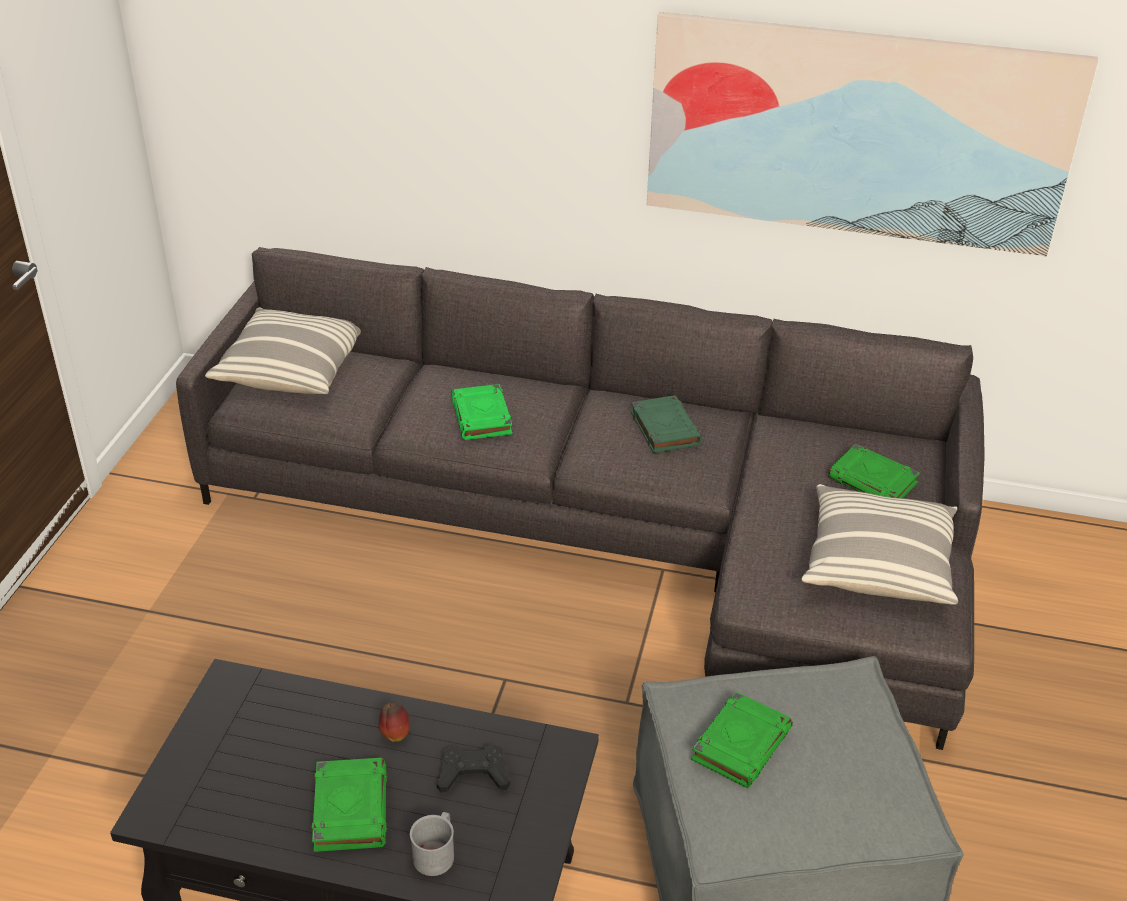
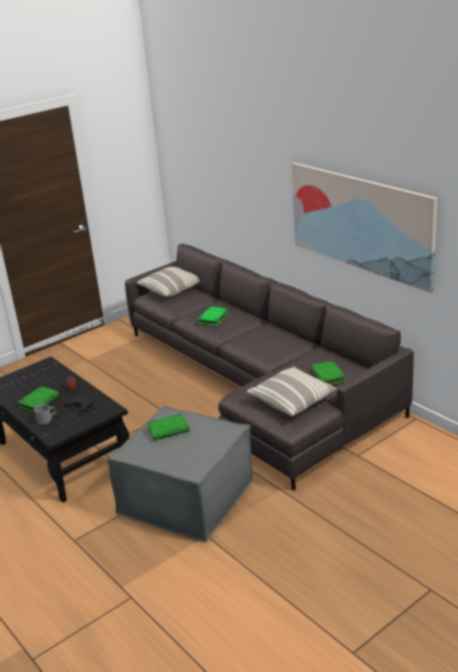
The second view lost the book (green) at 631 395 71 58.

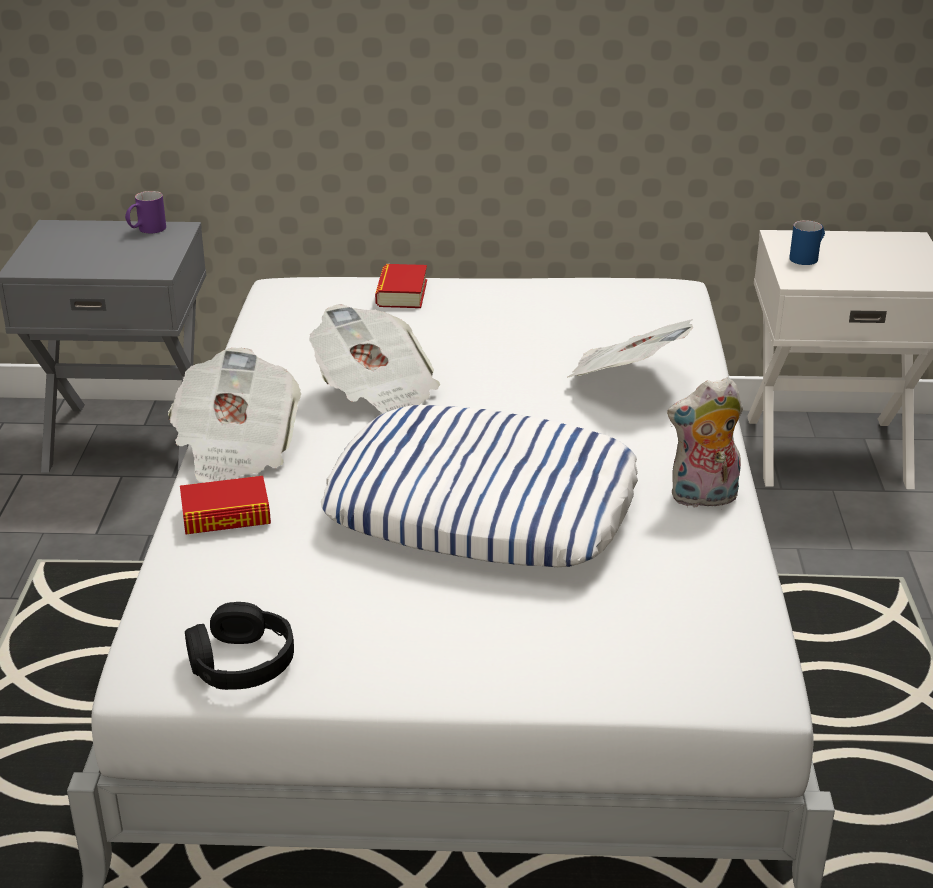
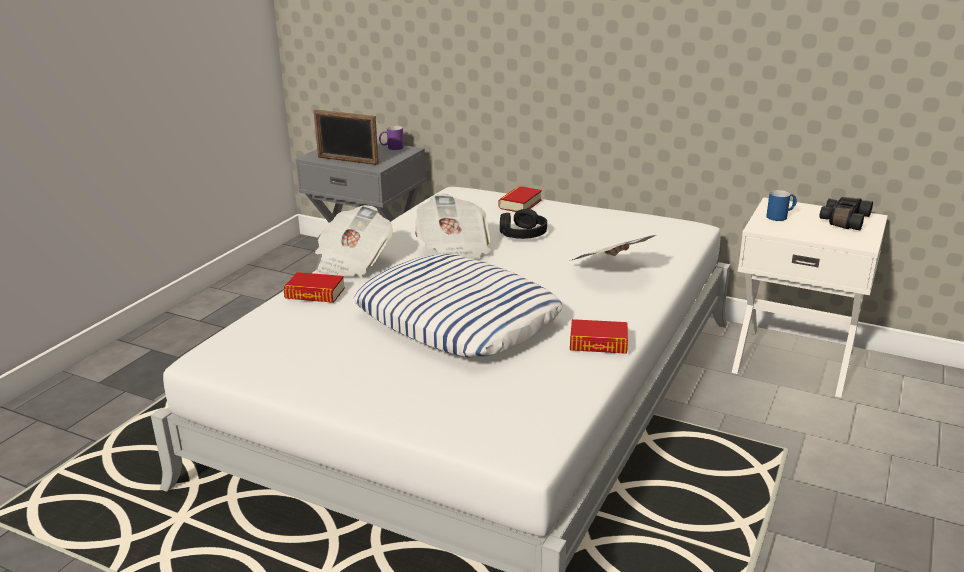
The second view gained the picture frame at 314 110 65 55. The second view gained the binoculars (black) at 819 197 54 33. The headphones (black) ended up elsewhere, having gone from 185 602 109 88 to 500 209 47 30. Where the plush toy stood at 667 377 76 131, the book came to stand at 570 319 58 35.

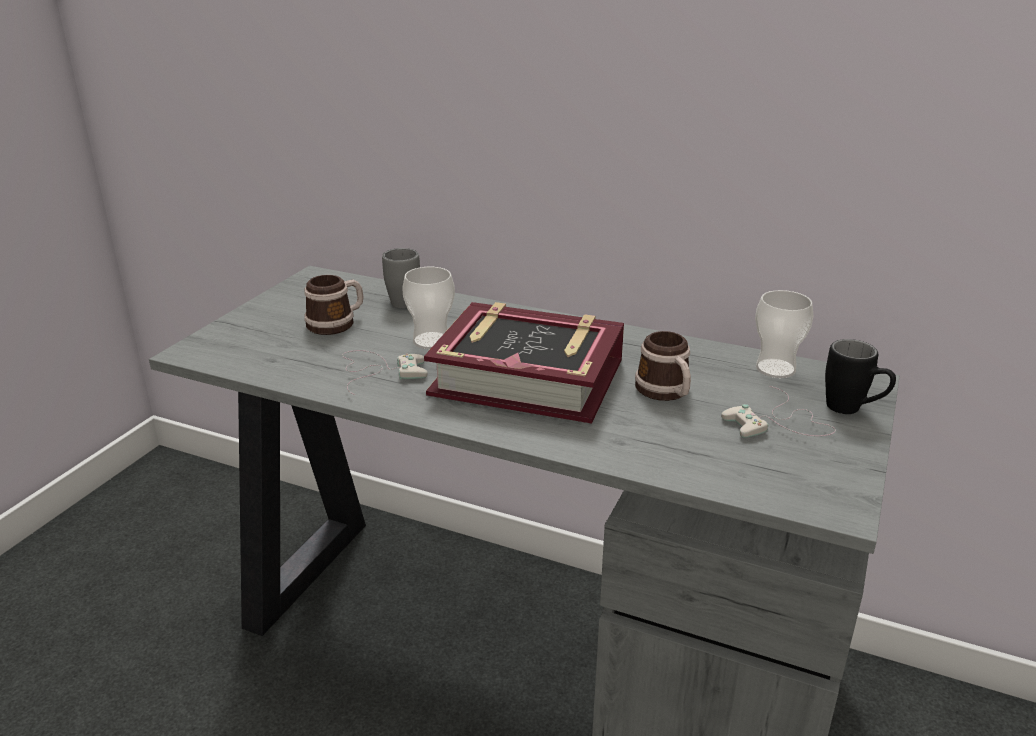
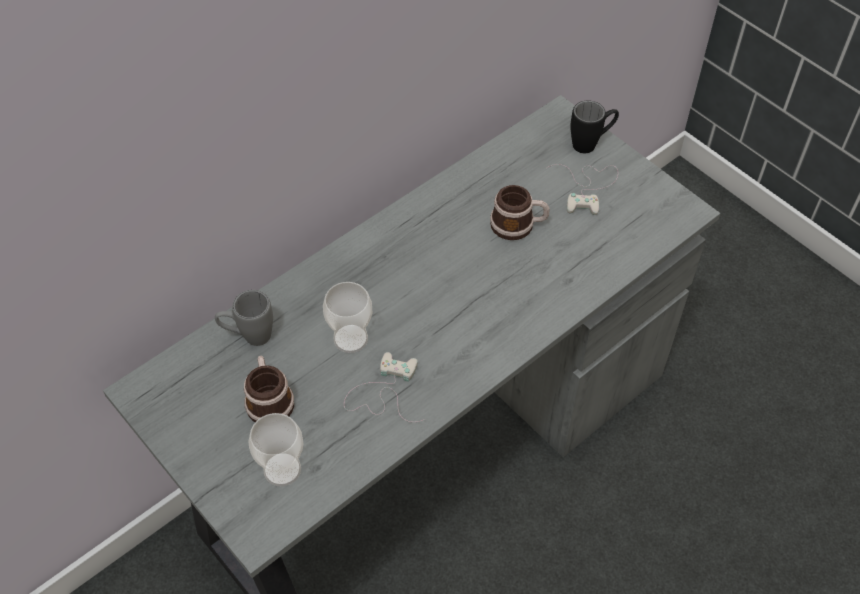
The second view lost the book at 424 302 200 122. The cup ended up elsewhere, having gone from 755 290 58 88 to 248 413 55 73.

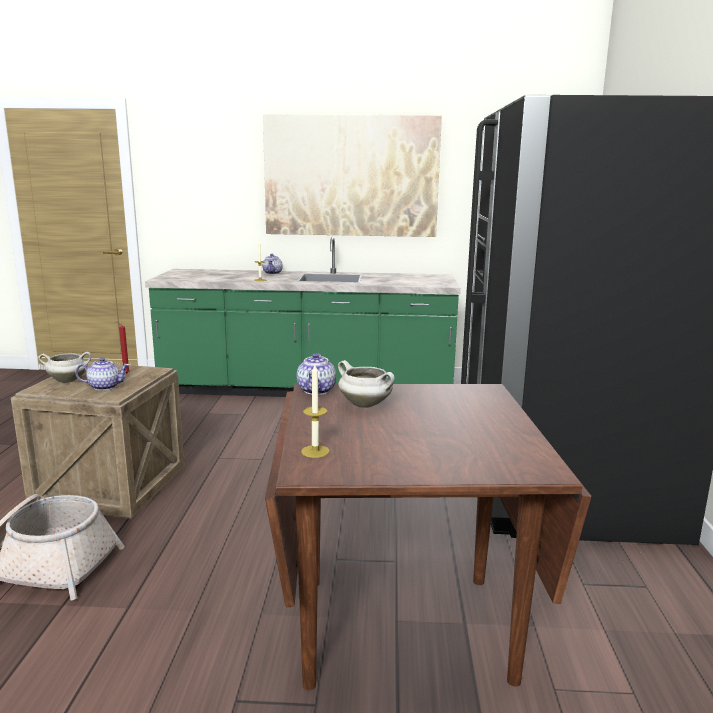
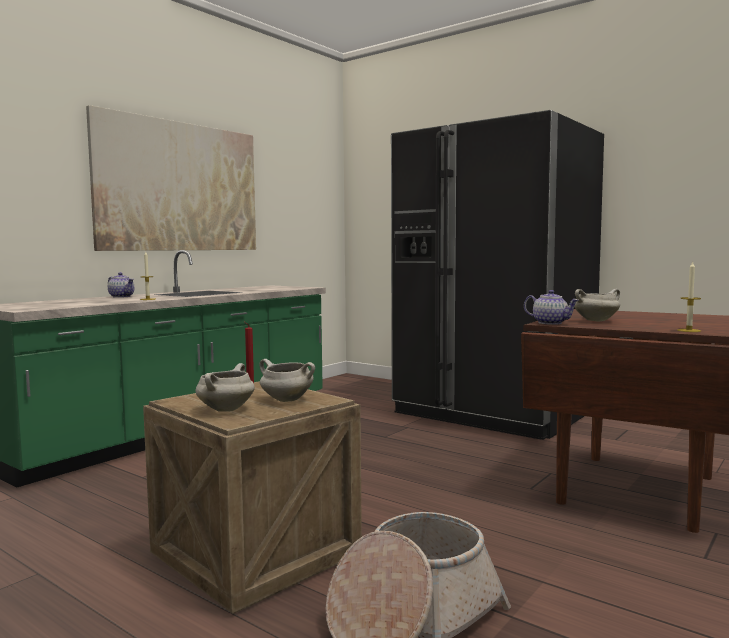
Where the teapot stood at 75 358 54 33, the cooking pot (white) came to stand at 260 359 55 43.

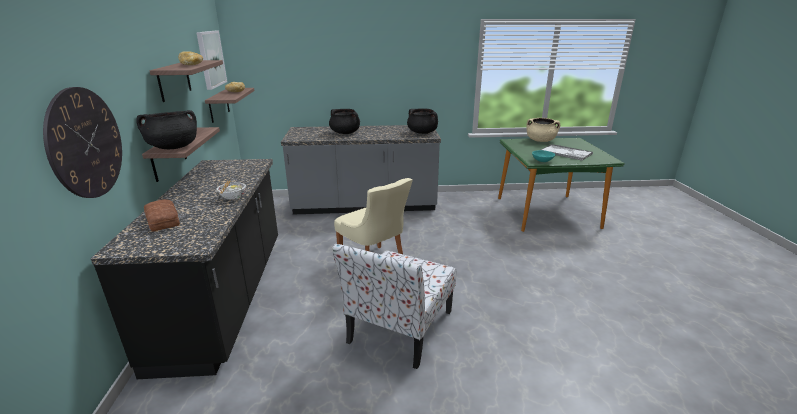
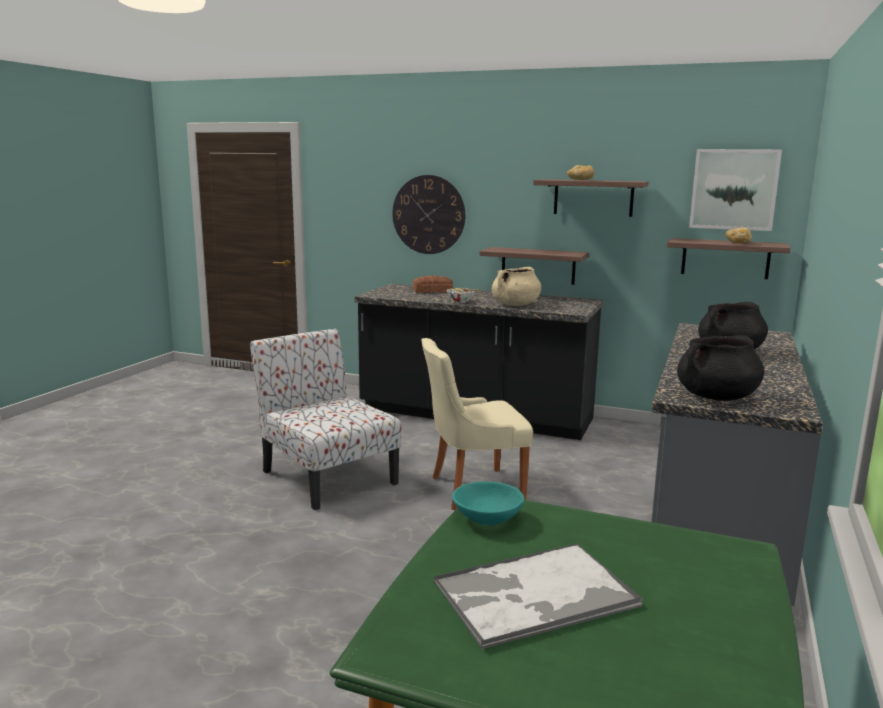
The second view lost the cooking pot (black) at 136 110 61 39. The cooking pot (beige) ended up elsewhere, having gone from 526 118 34 24 to 492 267 49 39.

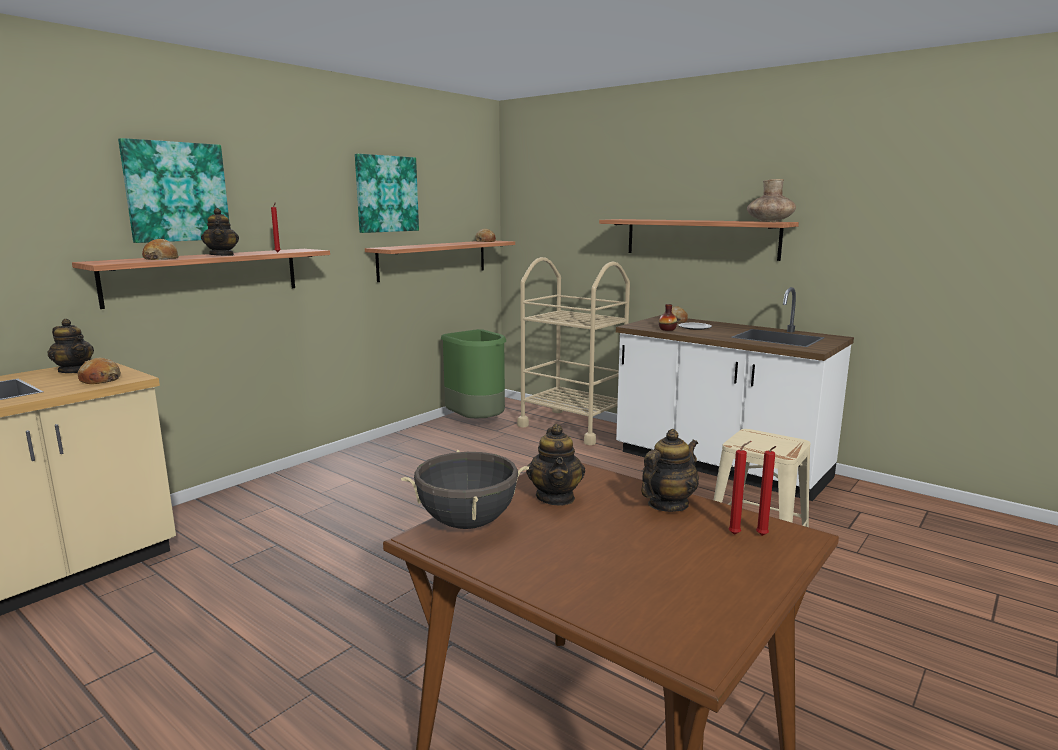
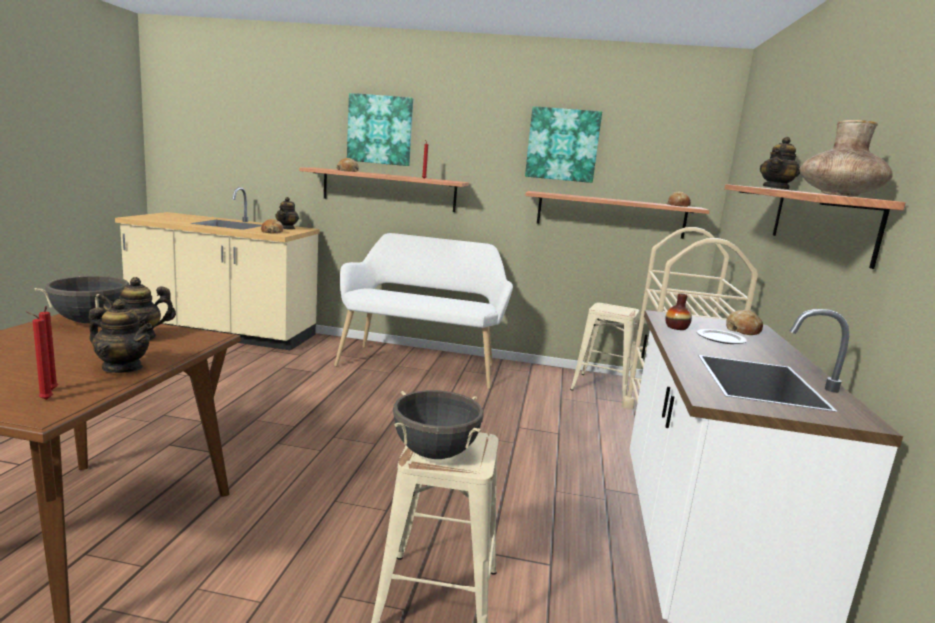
The second view gained the bench (white) at 334 233 179 156. The second view gained the cooking pot (black) at 393 390 91 69. The teapot ended up elsewhere, having gone from 201 208 38 48 to 760 137 40 53. Where the trash can (green) stood at 441 329 65 89, the stool (beige) came to stand at 570 303 69 94.

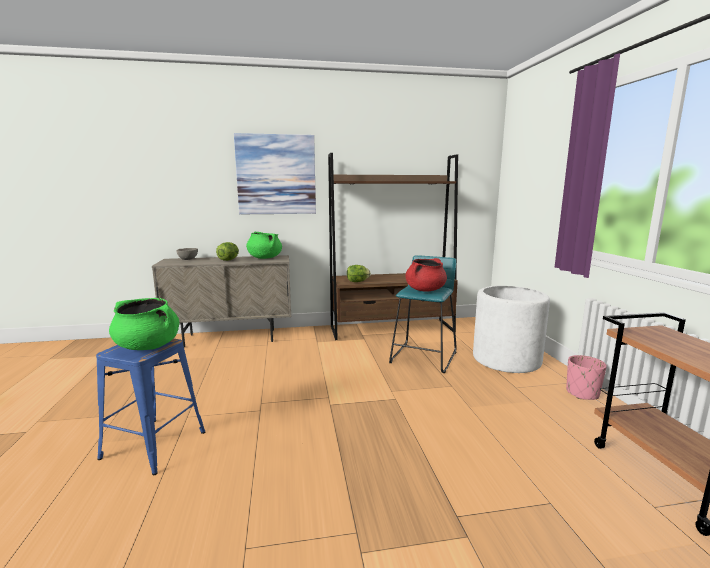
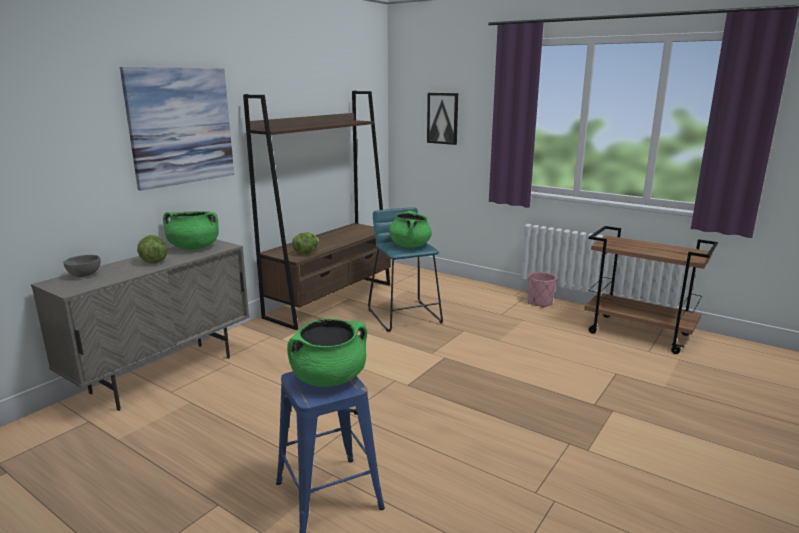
The second view lost the planter (white) at 473 286 77 87. The second view gained the picture at 427 93 31 52. What was the cooking pot (red) at 406 258 41 33 turned into the cooking pot (green) at 389 211 43 37.

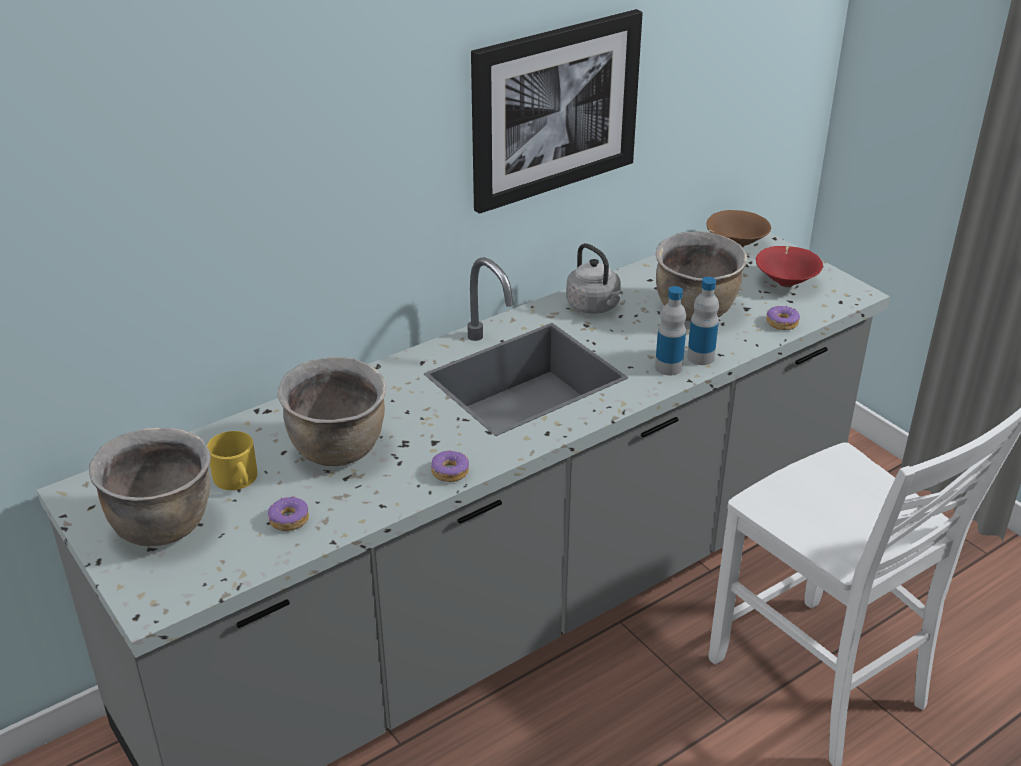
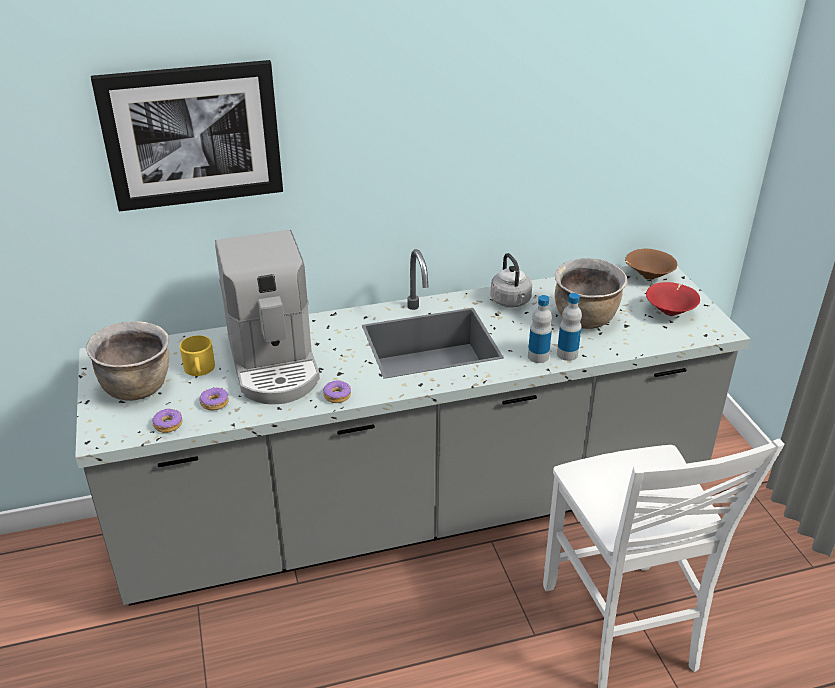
The picture ended up elsewhere, having gone from 471 9 172 205 to 91 60 192 152. The donut ended up elsewhere, having gone from 766 305 34 25 to 152 408 31 25. Where the cooking pot (brown) stood at 277 357 109 109, the coffee machine came to stand at 215 230 105 174.

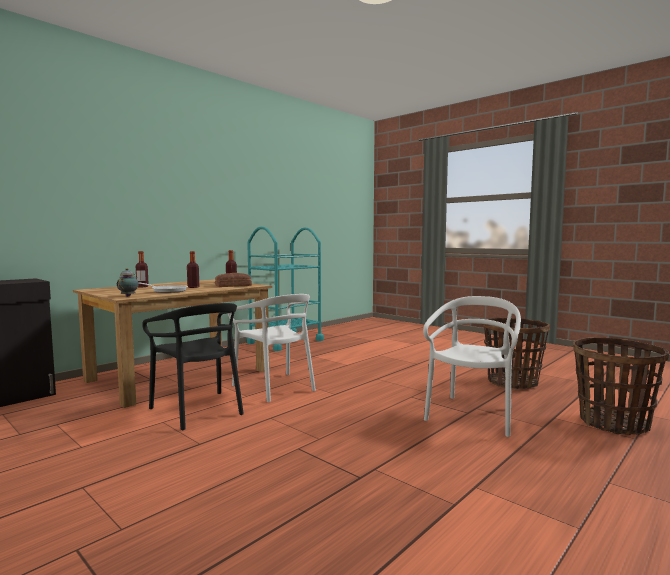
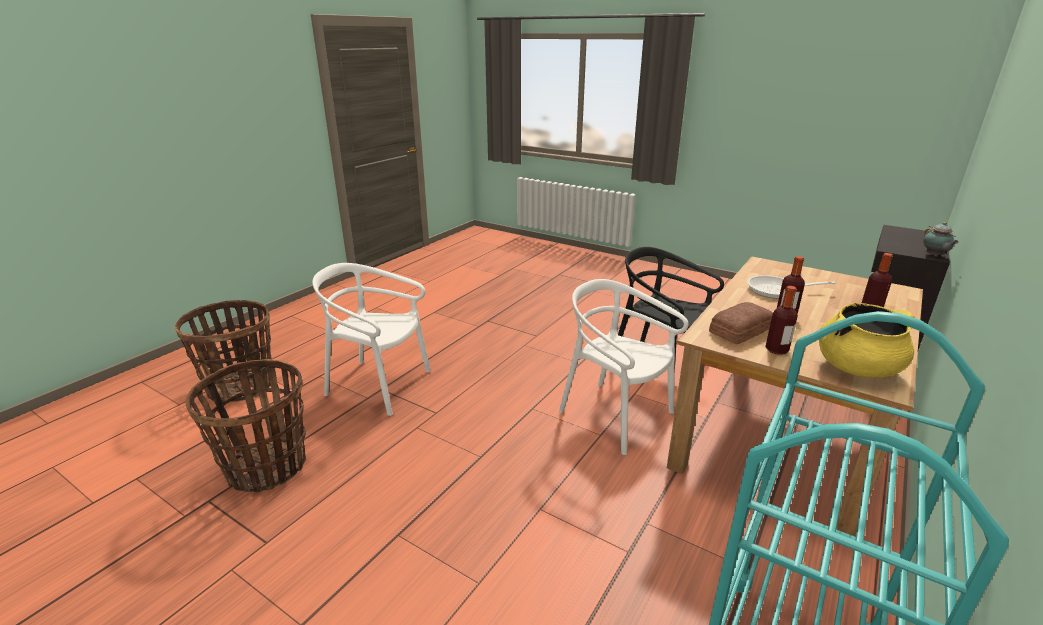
The second view gained the cooking pot (yellow) at 819 303 96 75. The teapot ended up elsewhere, having gone from 117 268 22 29 to 923 222 36 35. The chair (white) at 423 296 98 141 ended up facing another way, 90 degrees clockwise from before.

